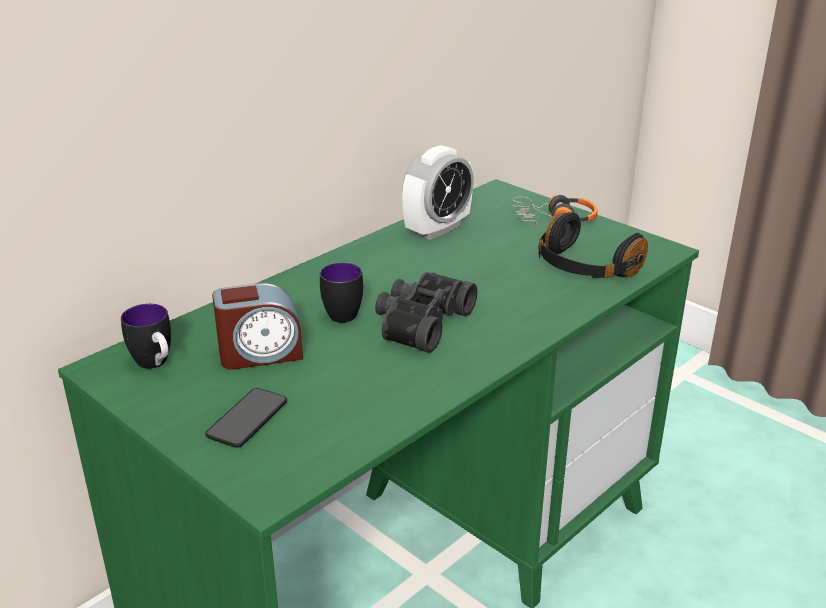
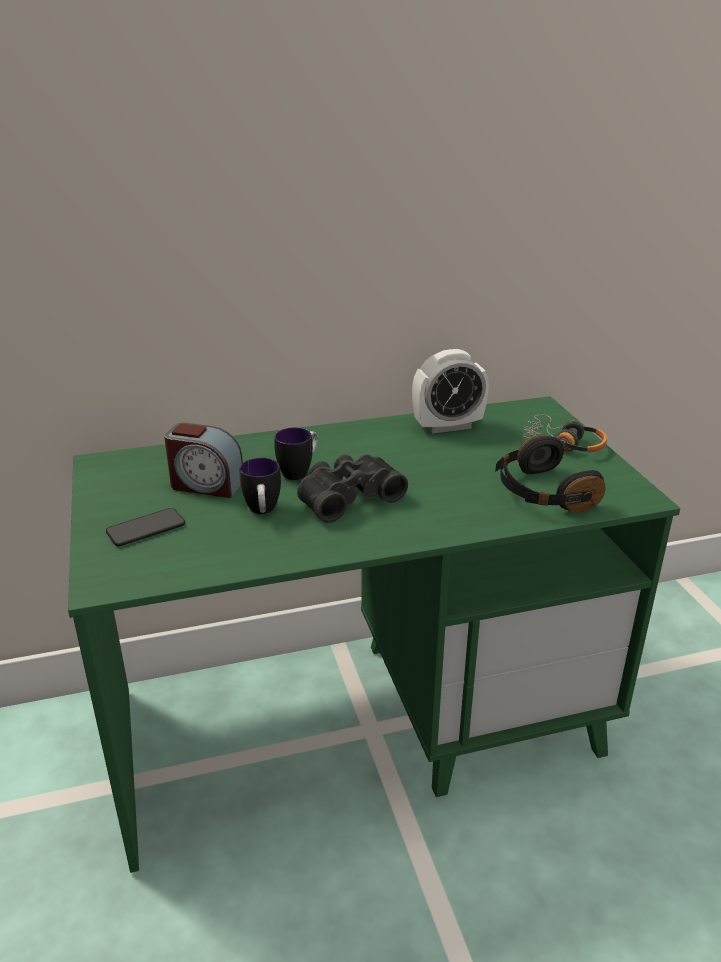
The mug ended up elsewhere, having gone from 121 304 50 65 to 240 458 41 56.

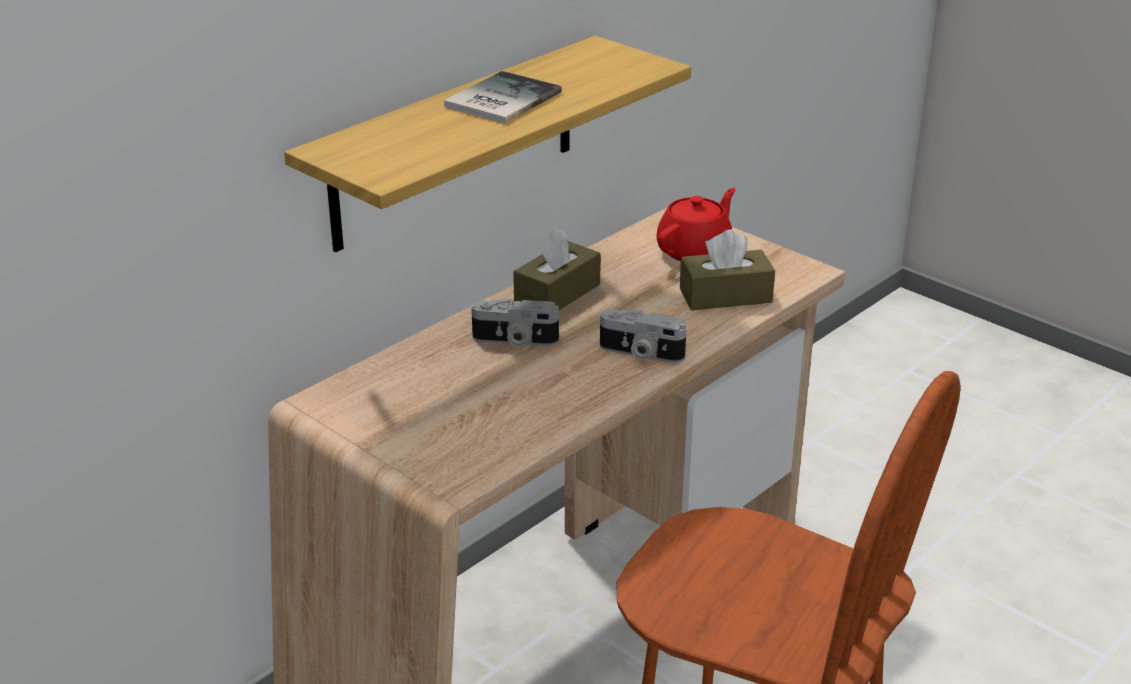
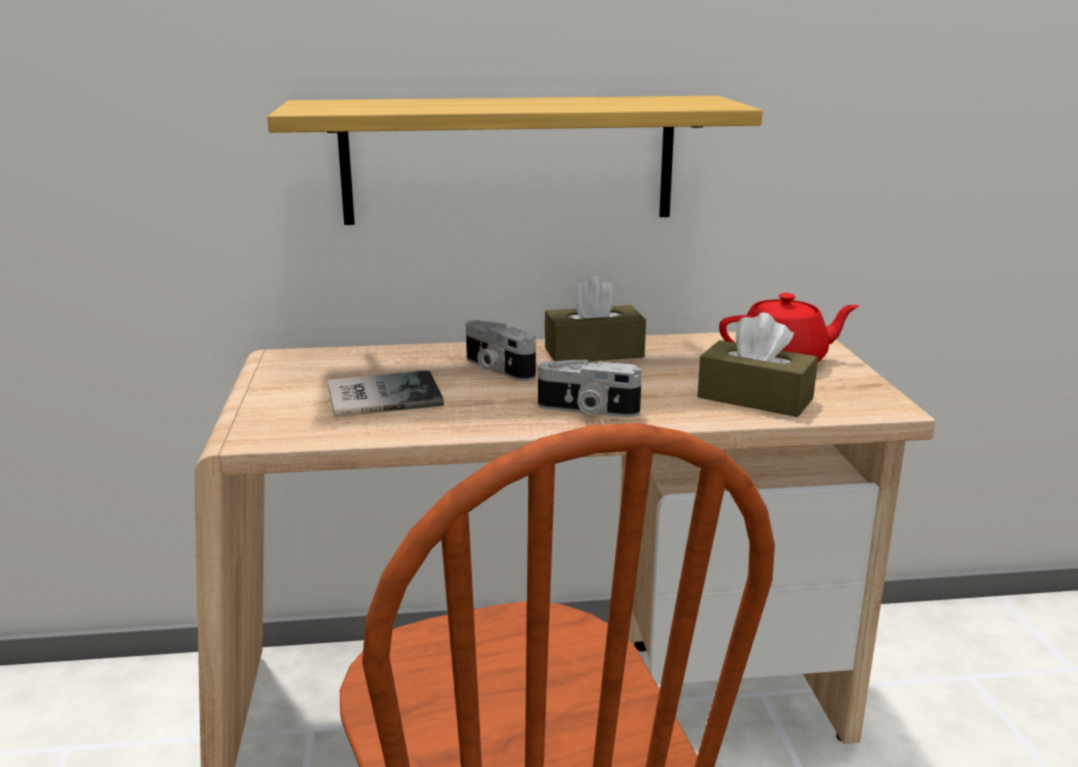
The book ended up elsewhere, having gone from 444 71 118 53 to 328 370 116 47. The photo camera at 600 309 87 54 ended up facing another way, 45 degrees counterclockwise from before.

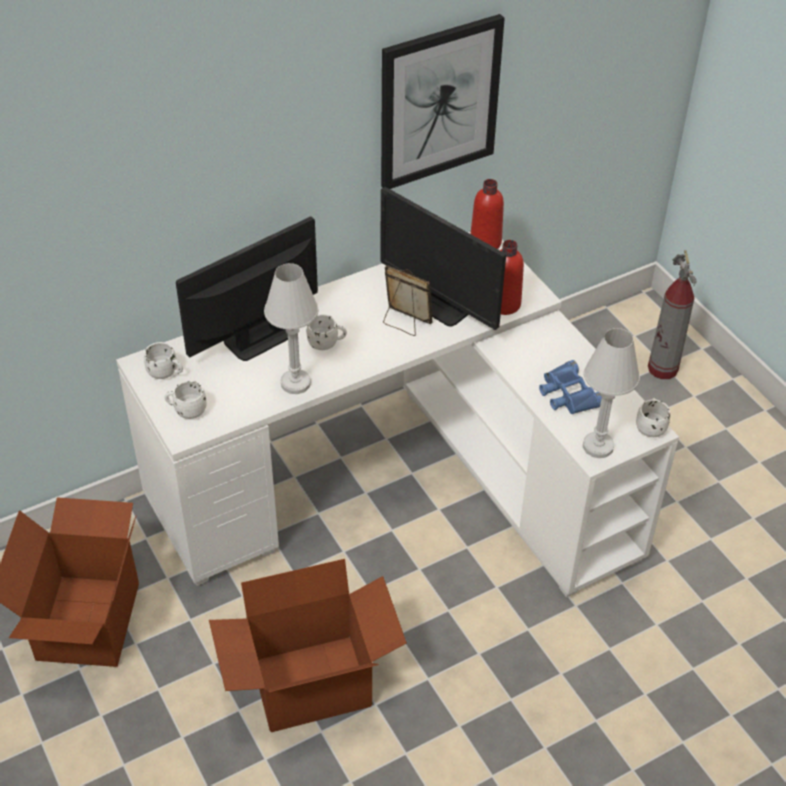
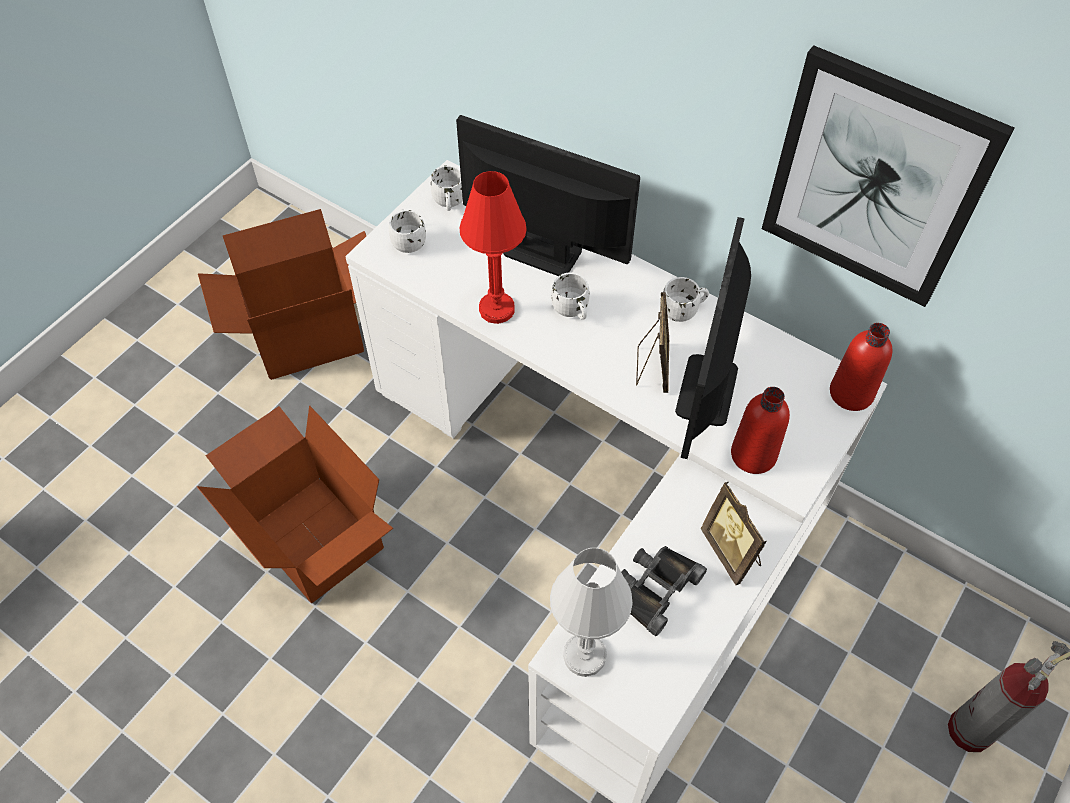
The second view gained the picture frame at 701 482 66 103. The mug (white) ended up elsewhere, having gone from 636 398 34 39 to 663 277 46 45. What was the table lamp (white) at 264 263 55 131 turned into the table lamp (red) at 460 171 67 153. What was the binoculars (blue) at 539 360 63 54 turned into the binoculars (black) at 621 546 86 90.

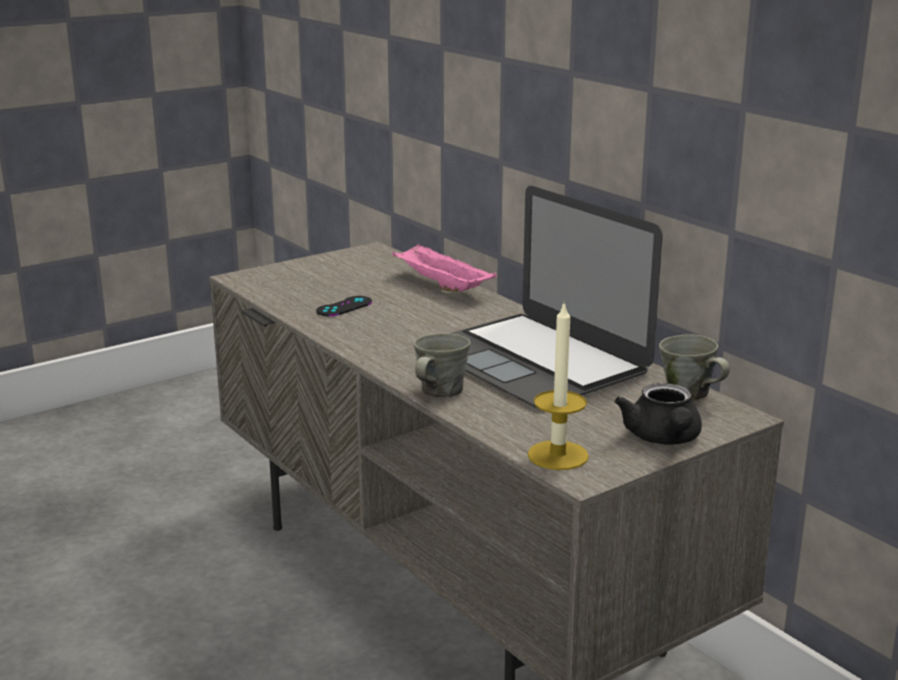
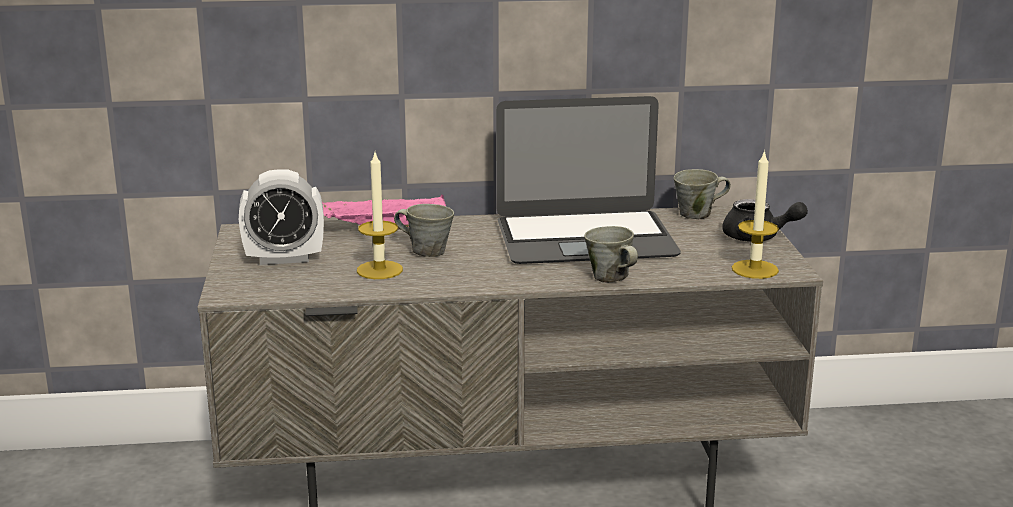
The second view gained the alarm clock at 239 169 85 96. The second view gained the mug (grey) at 394 204 60 53. Where the game controller (black) stood at 316 296 56 20, the candle came to stand at 357 153 46 126.

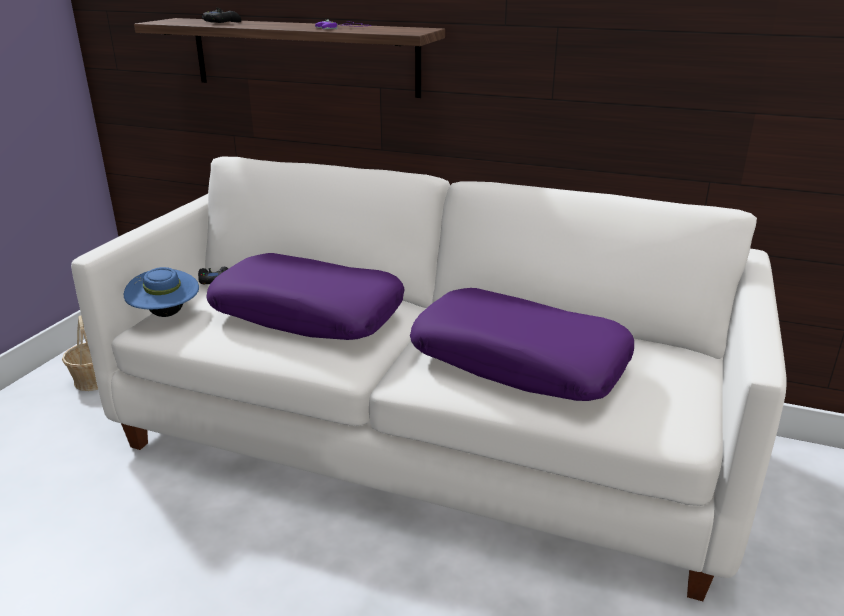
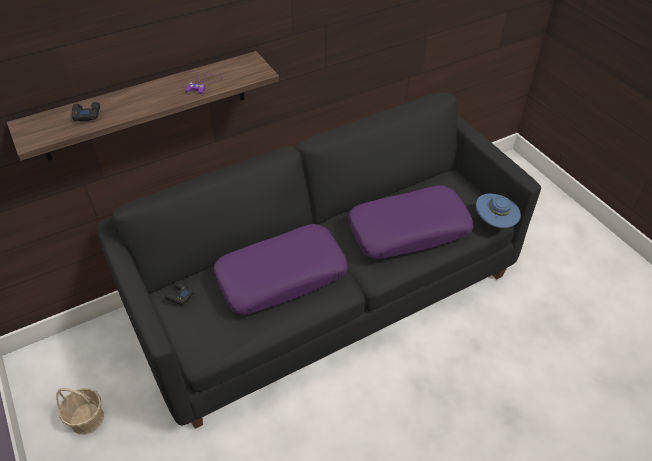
The hat (blue) ended up elsewhere, having gone from 124 267 75 50 to 476 194 45 34. What was the sofa (white) at 71 157 716 444 turned into the sofa (black) at 97 92 444 337.

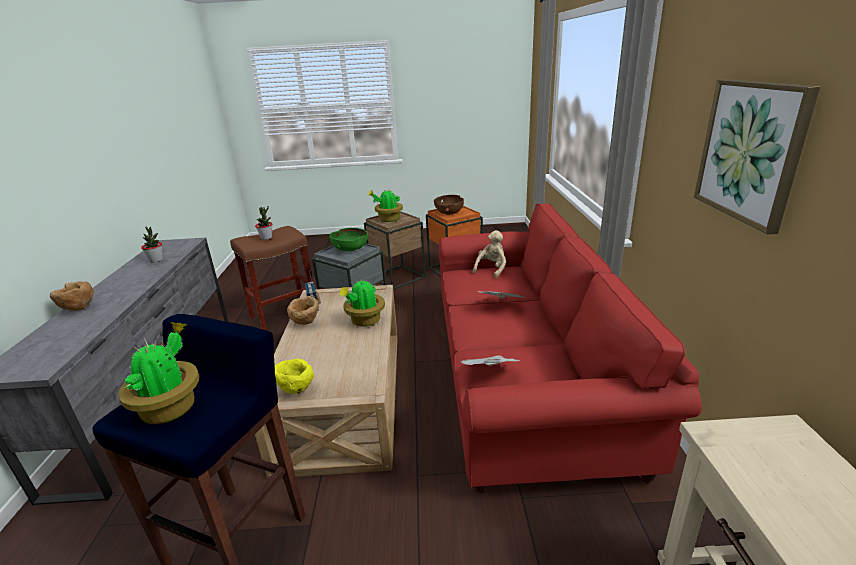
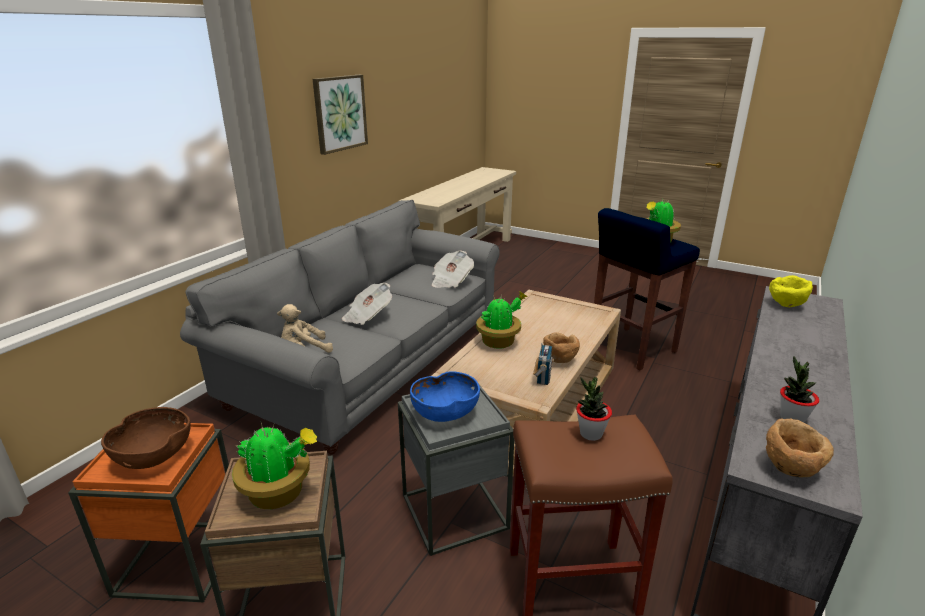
The bowl (brown) ended up elsewhere, having gone from 50 281 44 30 to 766 419 68 58. The bowl (yellow) ended up elsewhere, having gone from 275 358 39 36 to 769 275 44 32. What was the bowl (green) at 329 228 39 23 turned into the bowl (blue) at 410 371 70 51. What was the sofa (red) at 439 204 263 289 turned into the sofa (grey) at 180 200 320 255.

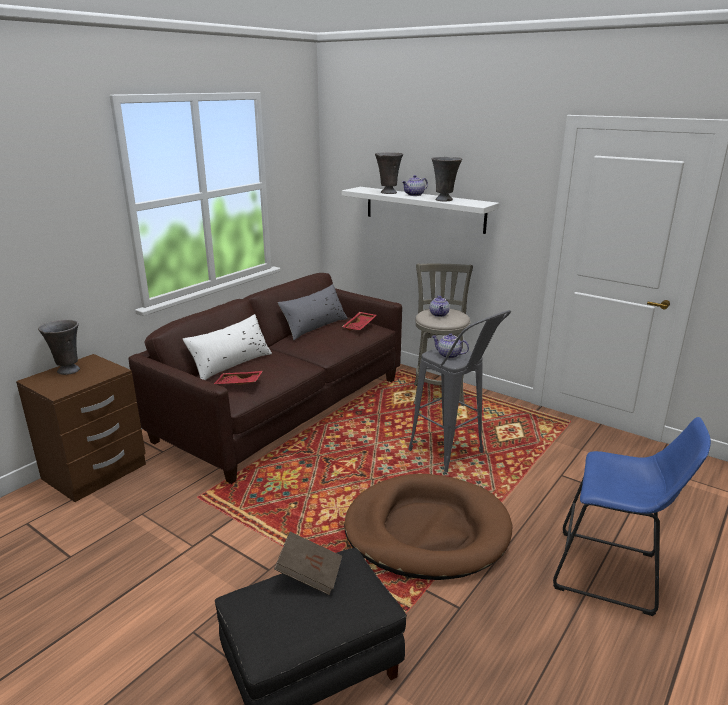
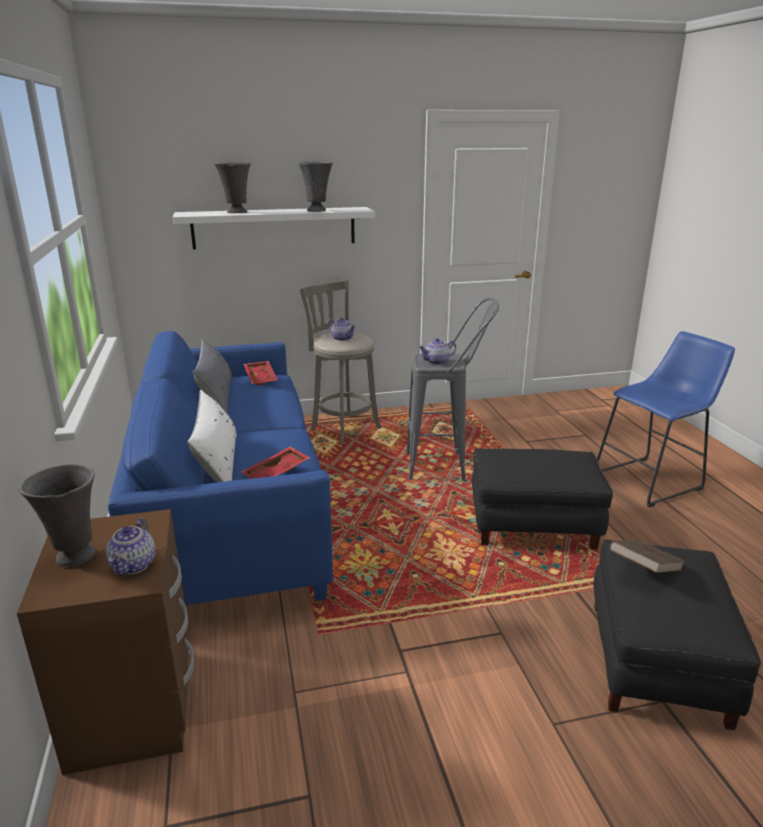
The teapot ended up elsewhere, having gone from 402 175 26 21 to 106 518 50 57. Where the dog bed (brown) stood at 344 474 169 106, the ottoman (black) came to stand at 472 449 141 100. What was the sofa (brown) at 129 273 273 211 turned into the sofa (blue) at 108 331 225 274.

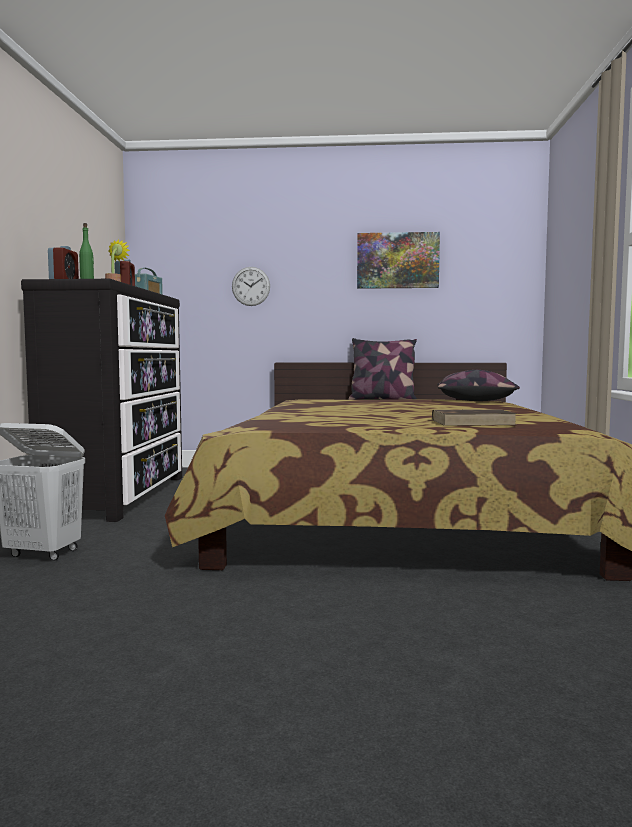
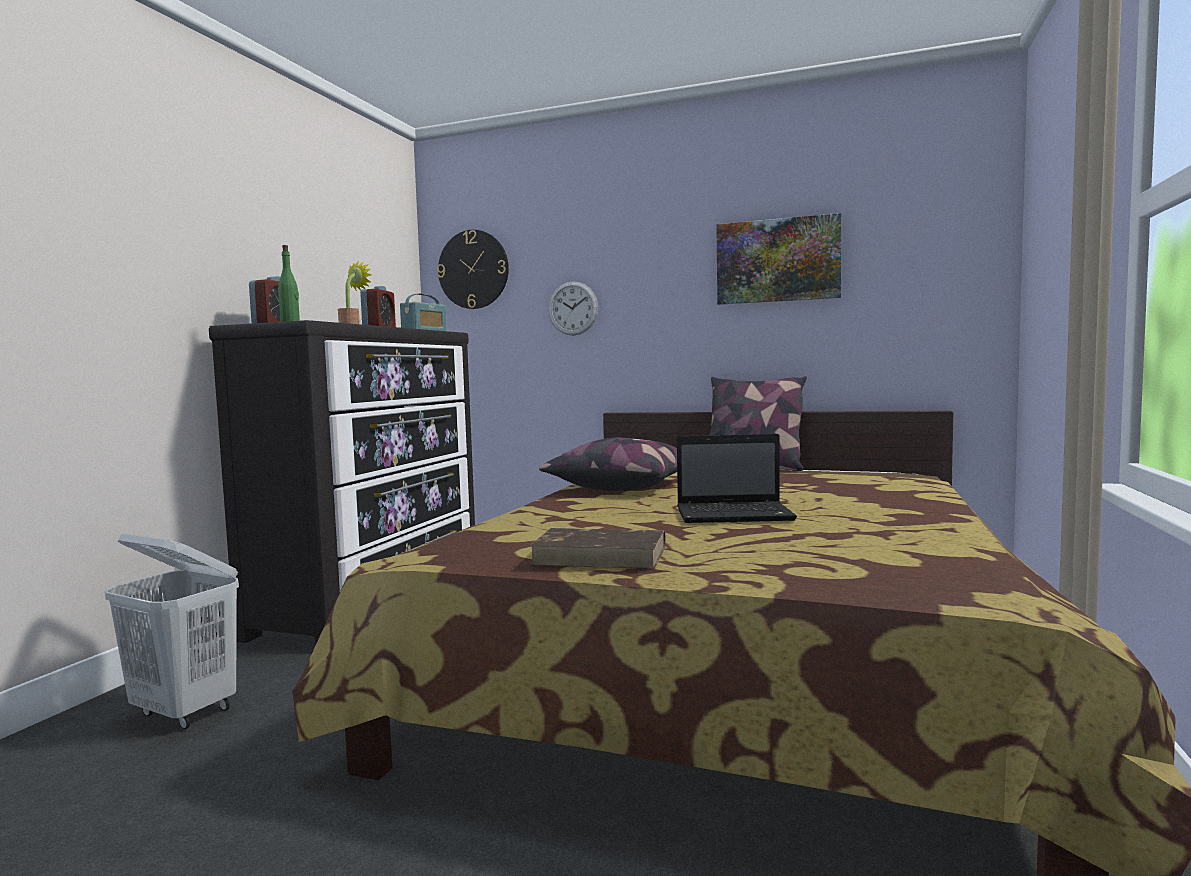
The second view gained the wall clock at 437 230 72 79. The second view gained the laptop at 677 434 120 89. The book (brown) ended up elsewhere, having gone from 432 409 85 17 to 529 528 136 41. The pillow ended up elsewhere, having gone from 437 370 83 31 to 539 438 138 53.

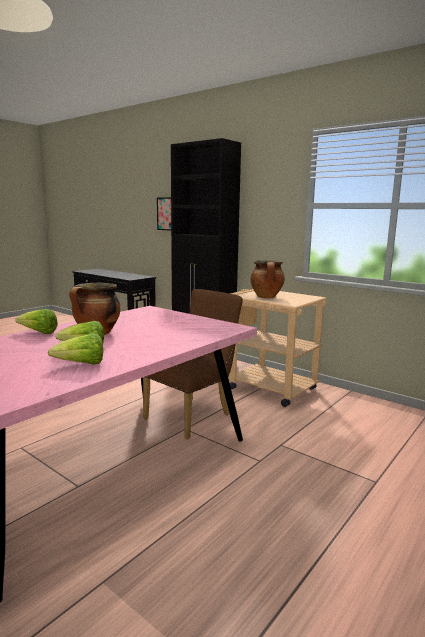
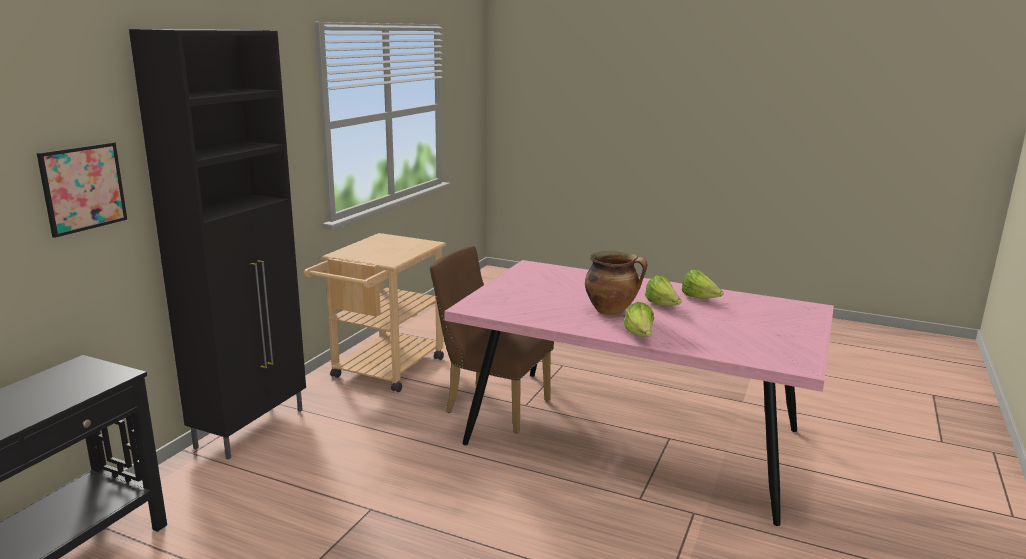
The second view lost the cooking pot at 251 260 34 38.

